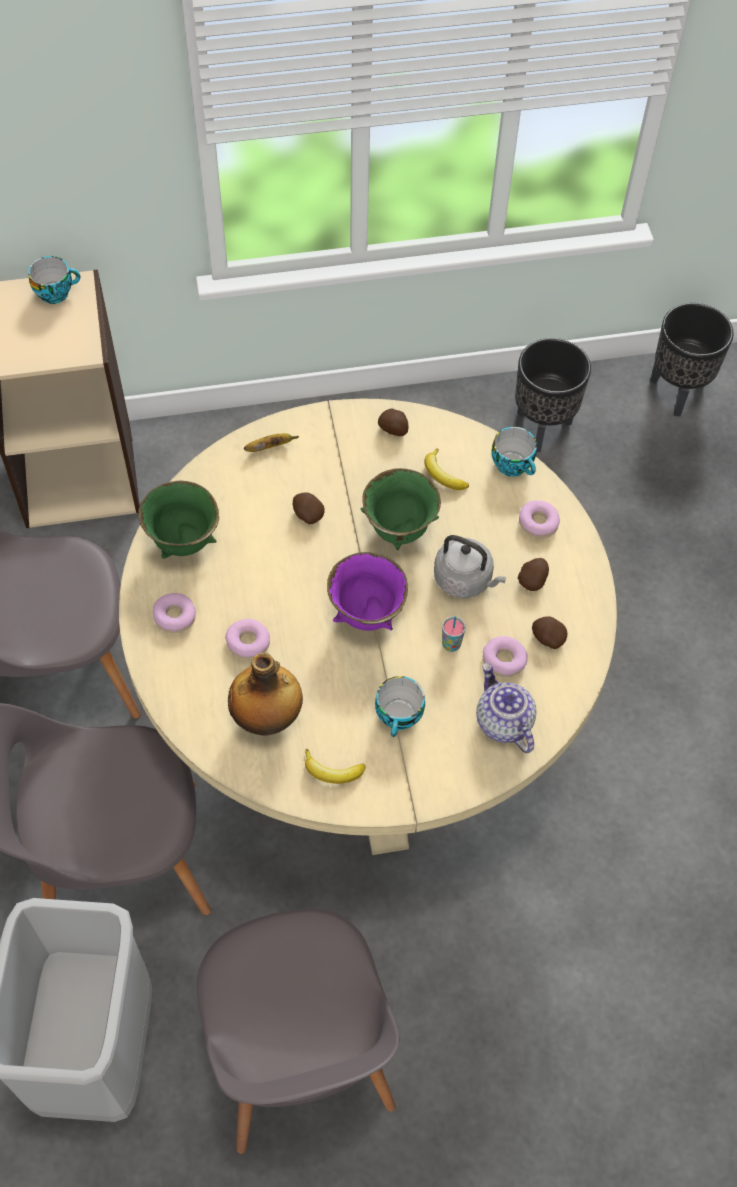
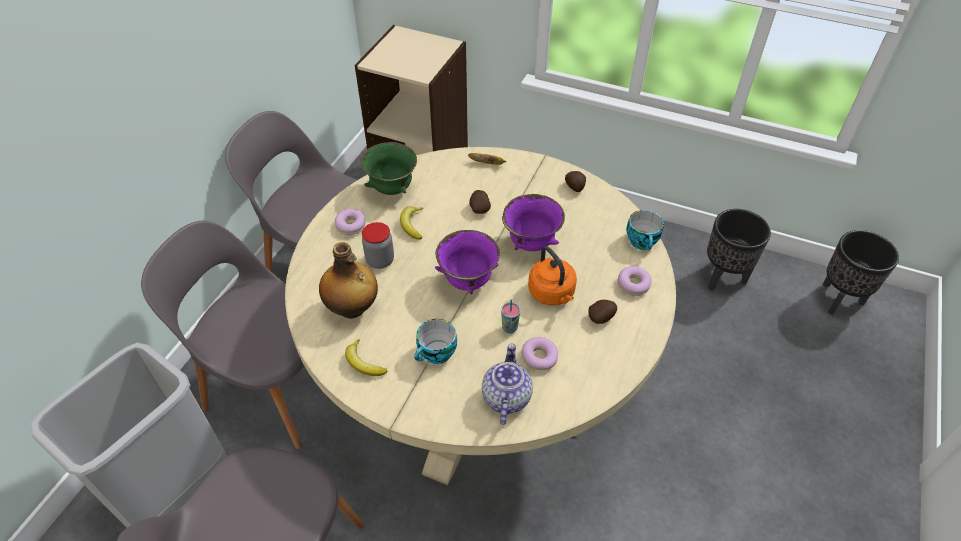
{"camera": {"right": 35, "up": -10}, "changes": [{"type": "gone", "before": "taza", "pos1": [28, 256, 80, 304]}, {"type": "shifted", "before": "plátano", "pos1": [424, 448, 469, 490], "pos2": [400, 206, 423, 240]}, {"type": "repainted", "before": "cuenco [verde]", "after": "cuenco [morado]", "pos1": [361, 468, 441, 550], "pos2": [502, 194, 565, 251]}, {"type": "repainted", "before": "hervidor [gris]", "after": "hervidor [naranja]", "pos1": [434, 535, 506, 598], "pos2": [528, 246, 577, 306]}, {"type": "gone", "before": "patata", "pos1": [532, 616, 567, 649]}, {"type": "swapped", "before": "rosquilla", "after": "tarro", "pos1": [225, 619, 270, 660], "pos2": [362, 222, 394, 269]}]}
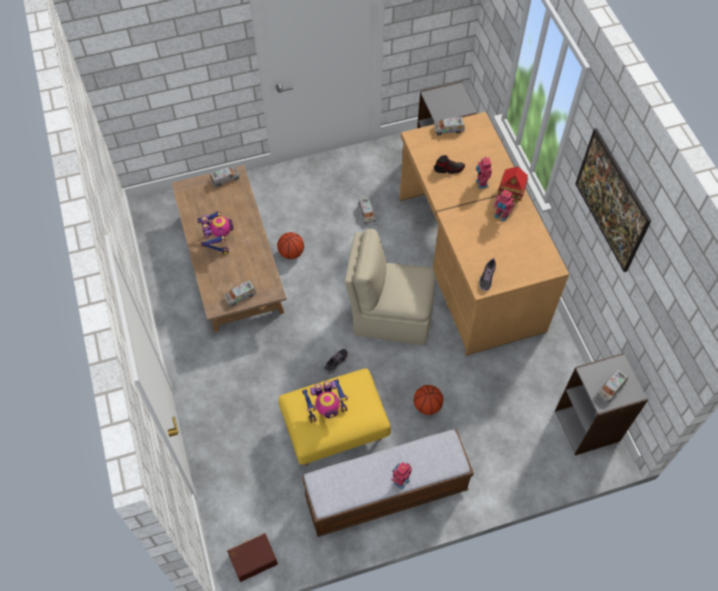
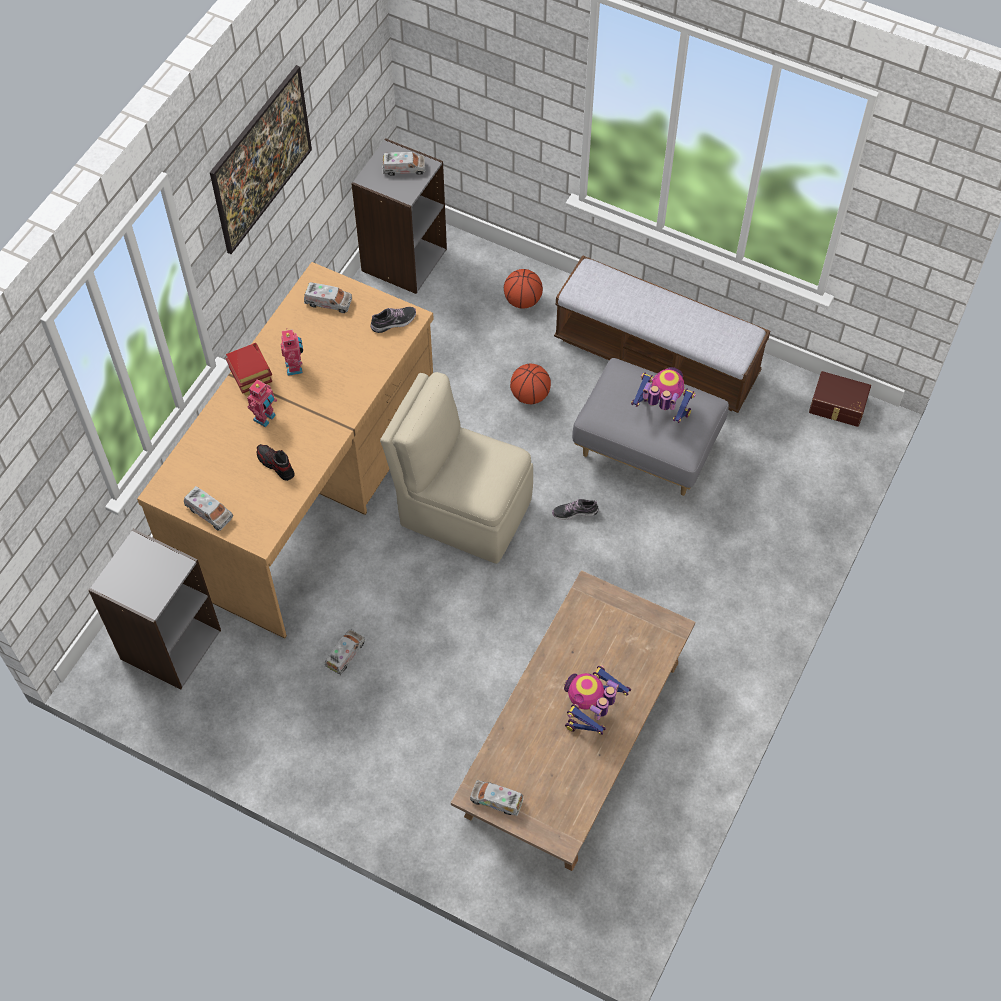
{"camera": {"right": -135, "up": 0}, "changes": [{"type": "rotated", "before": "silla [beis]", "pos1": [344, 229, 435, 345], "pos2": [380, 372, 533, 564], "turn": 150}, {"type": "shifted", "before": "balón de baloncesto", "pos1": [277, 232, 304, 259], "pos2": [504, 269, 543, 309]}, {"type": "shifted", "before": "camión de juguete", "pos1": [225, 280, 257, 306], "pos2": [304, 282, 352, 313]}, {"type": "repainted", "before": "puf [amarillo]", "after": "puf [gris]", "pos1": [279, 368, 391, 466], "pos2": [572, 358, 729, 496]}, {"type": "gone", "before": "robot de juguete", "pos1": [391, 462, 412, 490]}]}
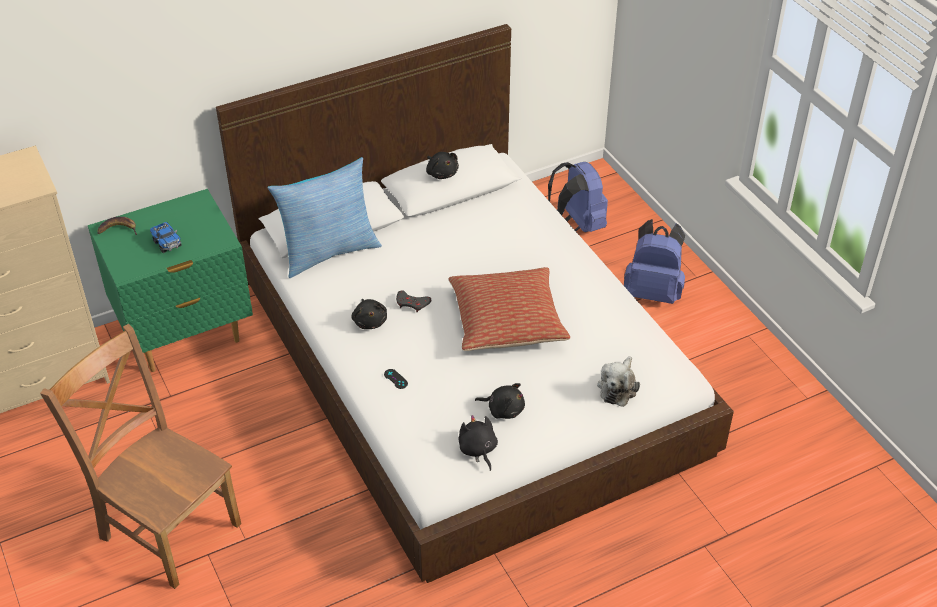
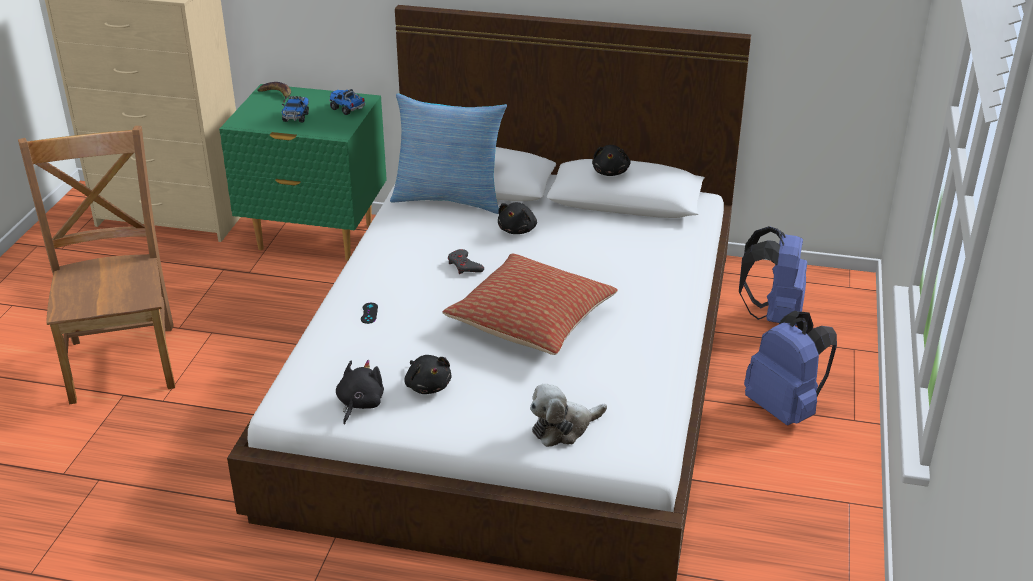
{"camera": {"right": 40, "up": -10}, "changes": [{"type": "shifted", "before": "peluche [negro]", "pos1": [352, 299, 387, 329], "pos2": [498, 202, 537, 234]}, {"type": "new", "after": "camión de juguete", "pos2": [329, 89, 365, 115]}]}
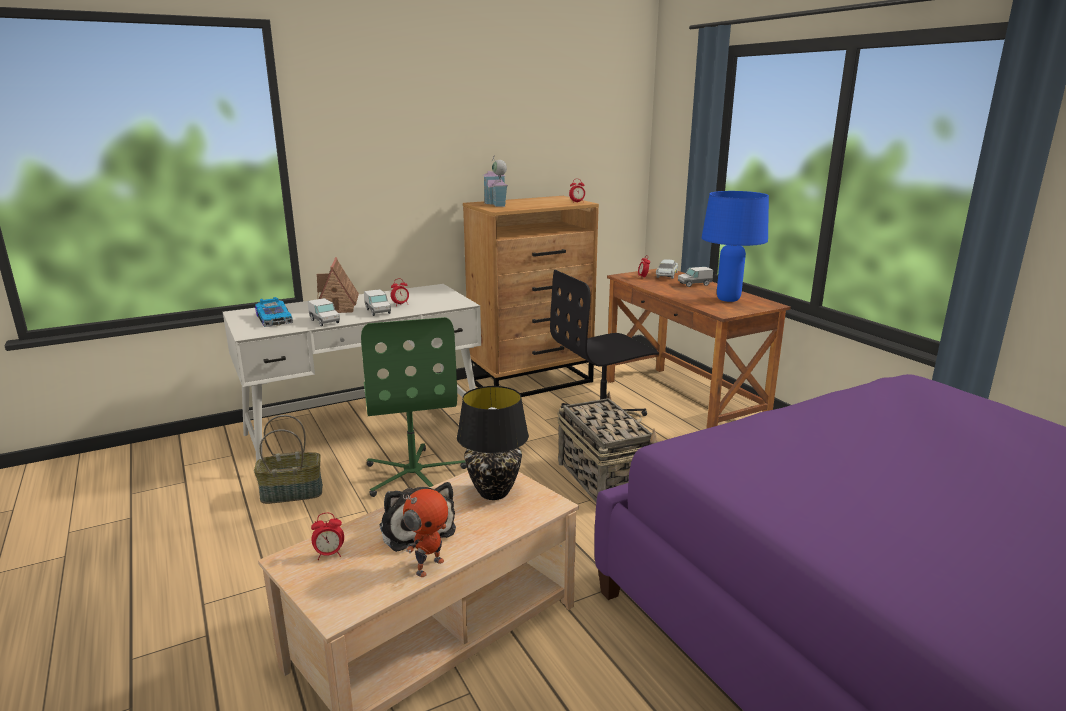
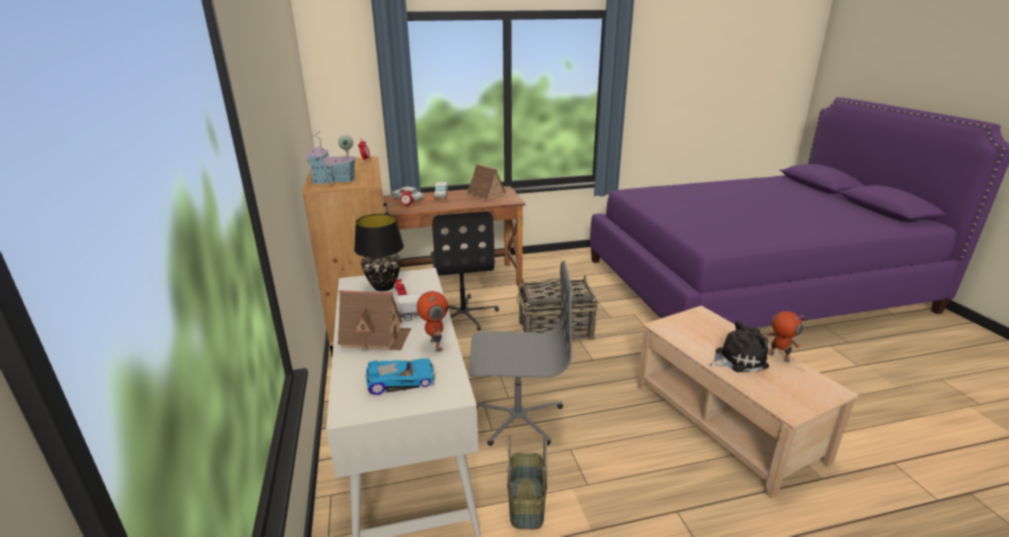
{"camera": {"right": -75, "up": 5}, "changes": [{"type": "swapped", "before": "lámpara de mesa [azul]", "after": "casita", "pos1": [702, 191, 769, 302], "pos2": [466, 164, 506, 201]}, {"type": "swapped", "before": "camión de juguete", "after": "robot de juguete", "pos1": [308, 298, 340, 326], "pos2": [417, 291, 448, 352]}, {"type": "repainted", "before": "silla de oficina [verde]", "after": "silla de oficina [gris]", "pos1": [361, 317, 467, 497], "pos2": [469, 261, 573, 446]}, {"type": "shifted", "before": "lámpara de mesa [negro]", "pos1": [457, 386, 529, 500], "pos2": [354, 214, 404, 291]}, {"type": "gone", "before": "despertador", "pos1": [311, 513, 344, 560]}]}
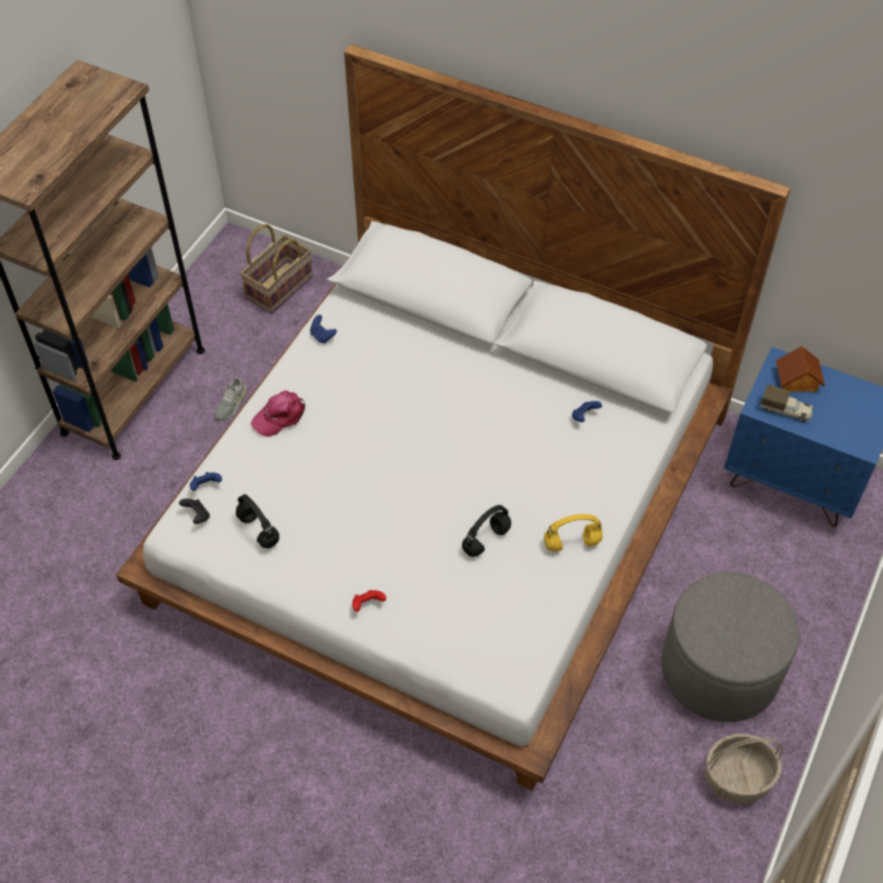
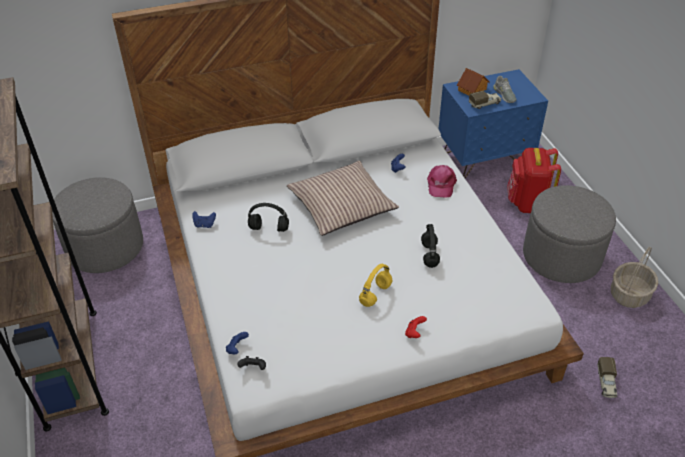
{"camera": {"right": -45, "up": -10}, "changes": [{"type": "swapped", "before": "cesta", "after": "puf [gris]", "pos1": [240, 224, 313, 314], "pos2": [52, 177, 143, 273]}, {"type": "shifted", "before": "zapato [gris]", "pos1": [214, 377, 247, 421], "pos2": [493, 76, 517, 103]}, {"type": "shifted", "before": "gorra [rosa]", "pos1": [251, 390, 305, 437], "pos2": [427, 165, 457, 198]}, {"type": "shifted", "before": "auriculares [negro]", "pos1": [236, 494, 279, 548], "pos2": [248, 203, 289, 232]}, {"type": "shifted", "before": "auriculares [amarillo]", "pos1": [544, 514, 603, 551], "pos2": [359, 264, 392, 307]}, {"type": "new", "after": "mochila [rojo]", "pos2": [507, 148, 561, 213]}, {"type": "new", "after": "cojín", "pos2": [287, 161, 399, 236]}, {"type": "new", "after": "camión de juguete", "pos2": [597, 357, 617, 398]}]}
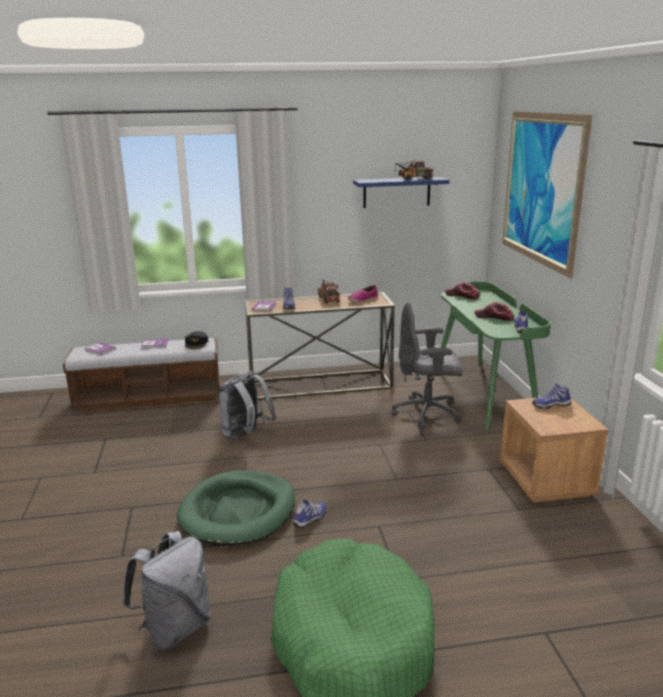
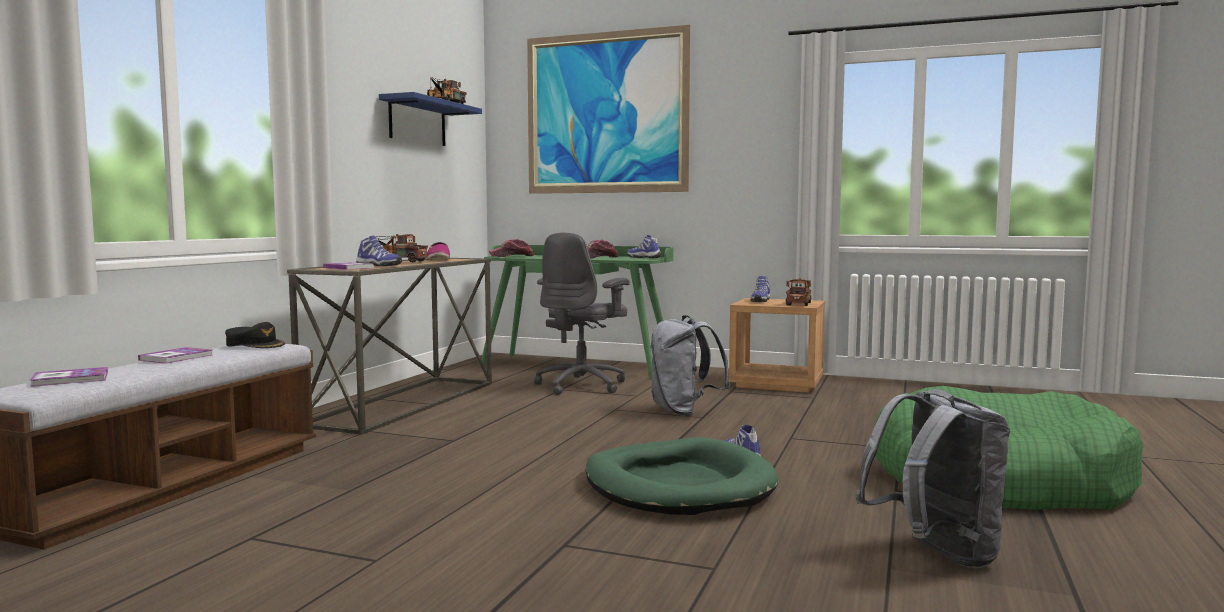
{"camera": {"right": -60, "up": -15}, "changes": [{"type": "shifted", "before": "mochila [gris]", "pos1": [219, 371, 276, 439], "pos2": [650, 315, 730, 416]}, {"type": "new", "after": "camión de juguete", "pos2": [786, 278, 811, 306]}]}
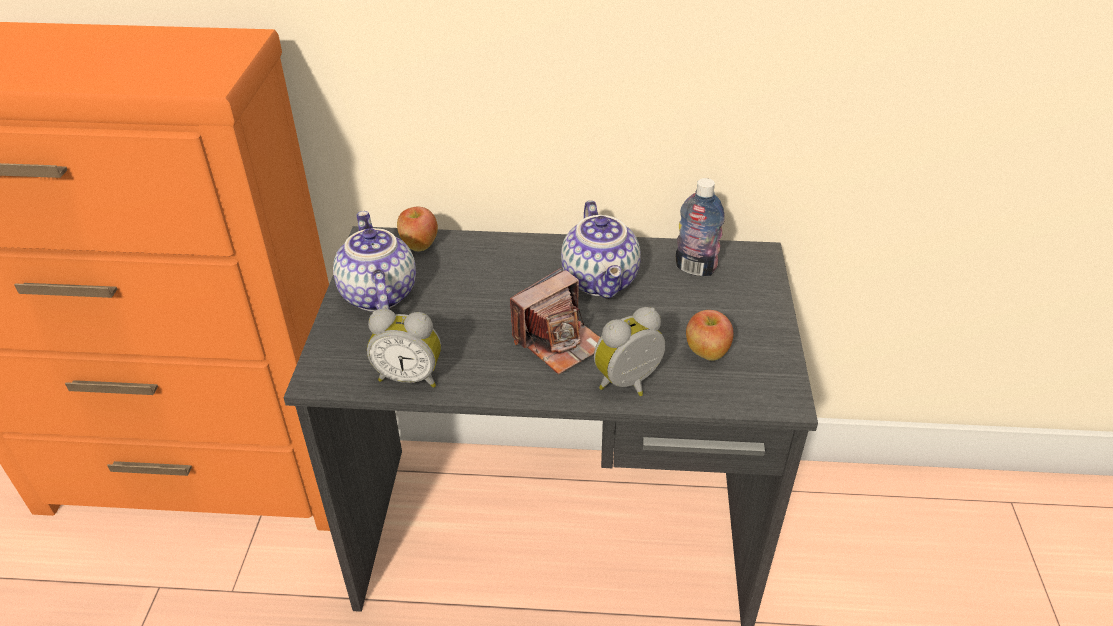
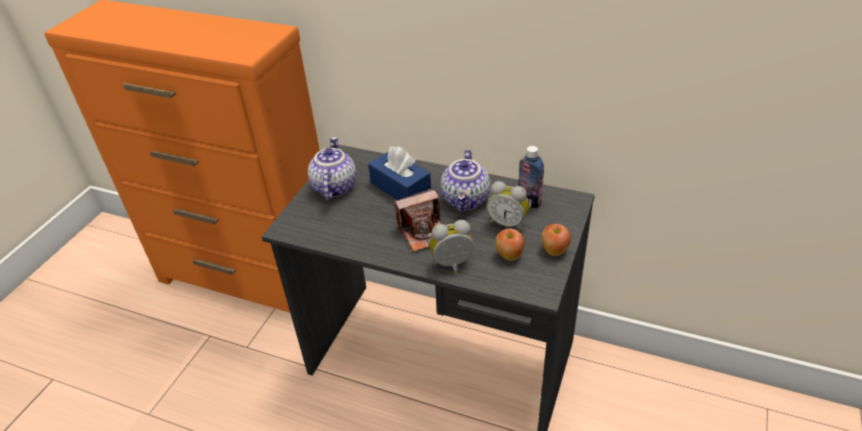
{"camera": {"right": 20, "up": 0}, "changes": [{"type": "shifted", "before": "manzana", "pos1": [397, 207, 438, 251], "pos2": [542, 224, 571, 256]}, {"type": "shifted", "before": "despertador", "pos1": [367, 308, 441, 388], "pos2": [487, 181, 529, 232]}, {"type": "new", "after": "caja de pañuelos [azul]", "pos2": [368, 146, 431, 200]}]}
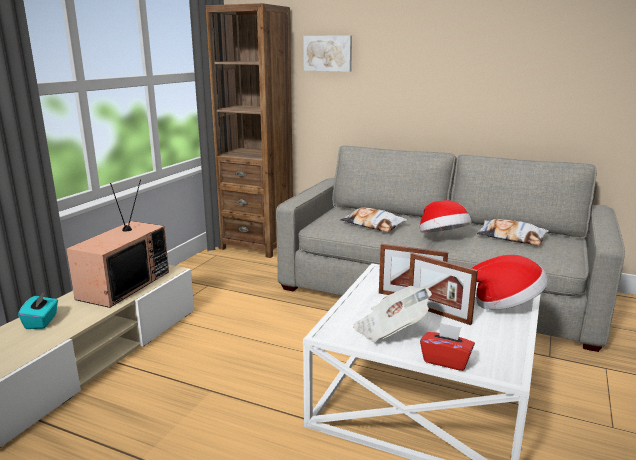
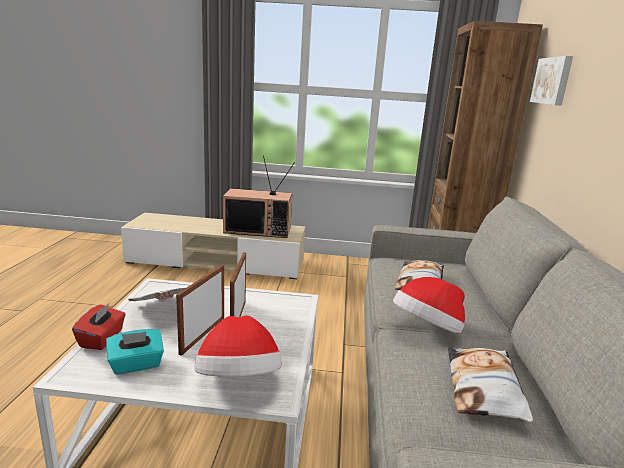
{"camera": {"right": 70, "up": 0}, "changes": [{"type": "shifted", "before": "caja de pañuelos [turquesa]", "pos1": [18, 292, 58, 329], "pos2": [106, 329, 164, 375]}]}
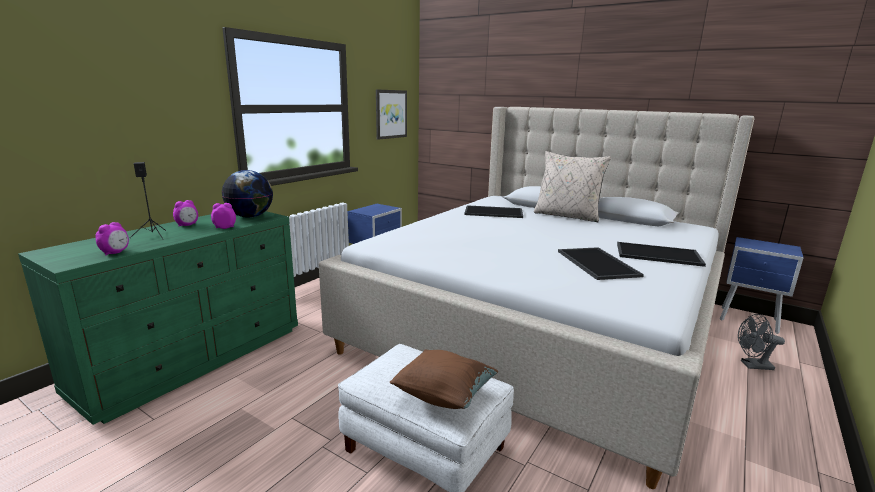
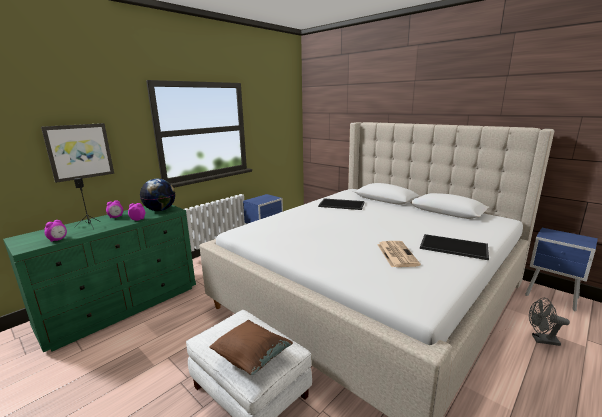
{"camera": {"right": 10, "up": 0}, "changes": [{"type": "shifted", "before": "cuadro", "pos1": [376, 89, 407, 140], "pos2": [41, 123, 114, 183]}, {"type": "gone", "before": "cojín [beis]", "pos1": [534, 151, 611, 222]}, {"type": "swapped", "before": "bandeja", "after": "periódico", "pos1": [558, 247, 644, 280], "pos2": [377, 241, 421, 267]}]}
